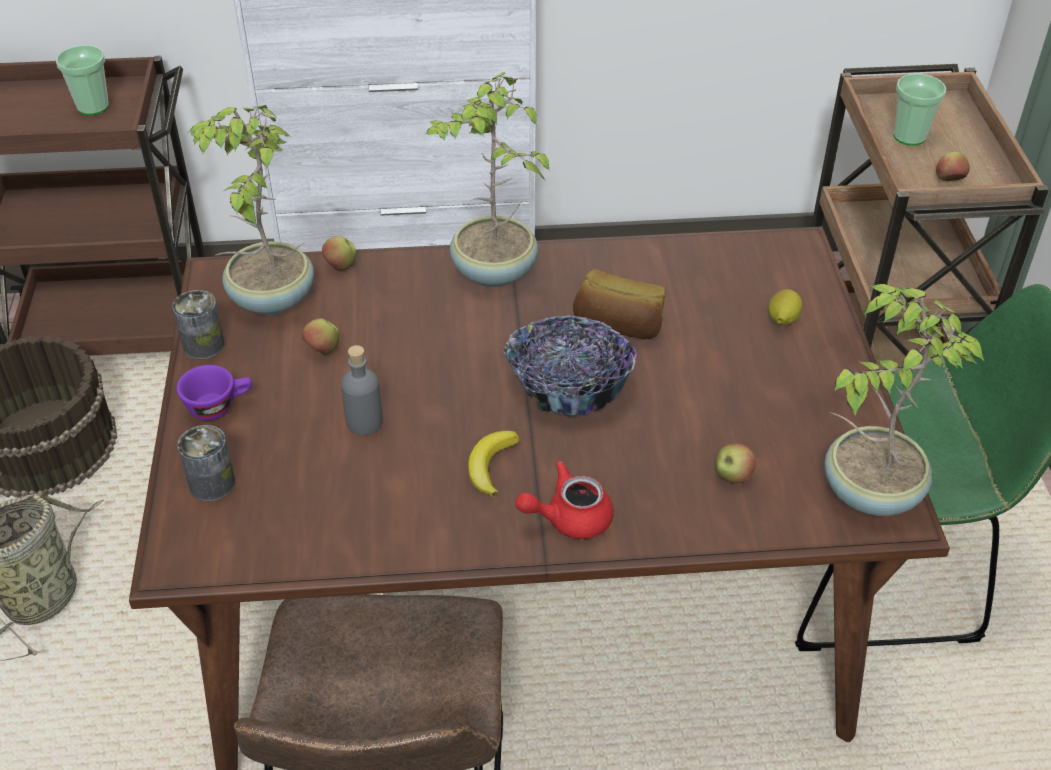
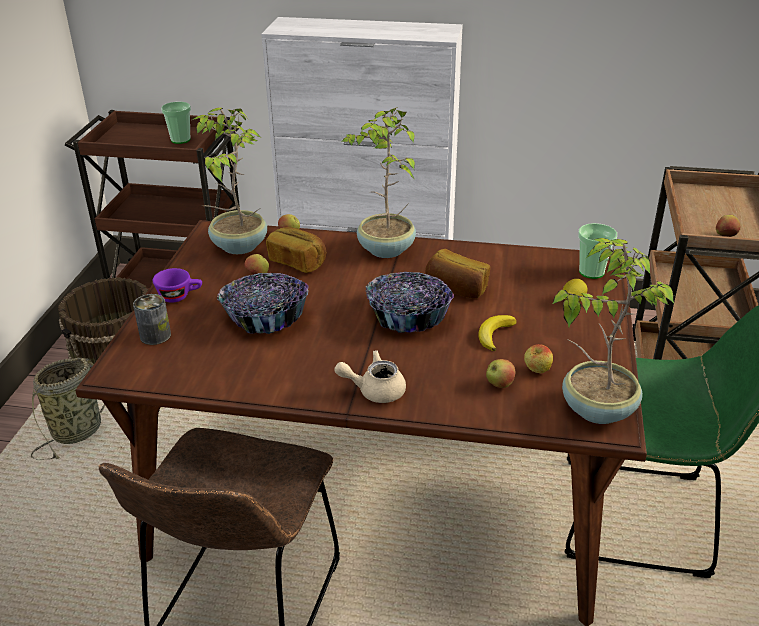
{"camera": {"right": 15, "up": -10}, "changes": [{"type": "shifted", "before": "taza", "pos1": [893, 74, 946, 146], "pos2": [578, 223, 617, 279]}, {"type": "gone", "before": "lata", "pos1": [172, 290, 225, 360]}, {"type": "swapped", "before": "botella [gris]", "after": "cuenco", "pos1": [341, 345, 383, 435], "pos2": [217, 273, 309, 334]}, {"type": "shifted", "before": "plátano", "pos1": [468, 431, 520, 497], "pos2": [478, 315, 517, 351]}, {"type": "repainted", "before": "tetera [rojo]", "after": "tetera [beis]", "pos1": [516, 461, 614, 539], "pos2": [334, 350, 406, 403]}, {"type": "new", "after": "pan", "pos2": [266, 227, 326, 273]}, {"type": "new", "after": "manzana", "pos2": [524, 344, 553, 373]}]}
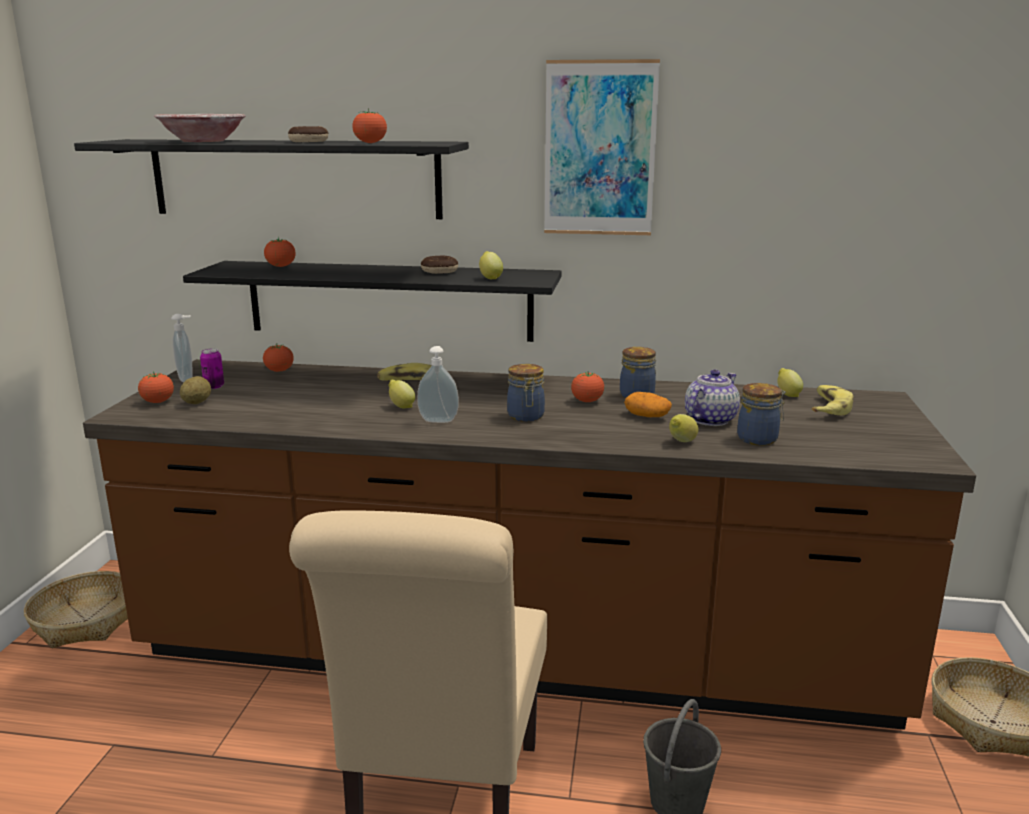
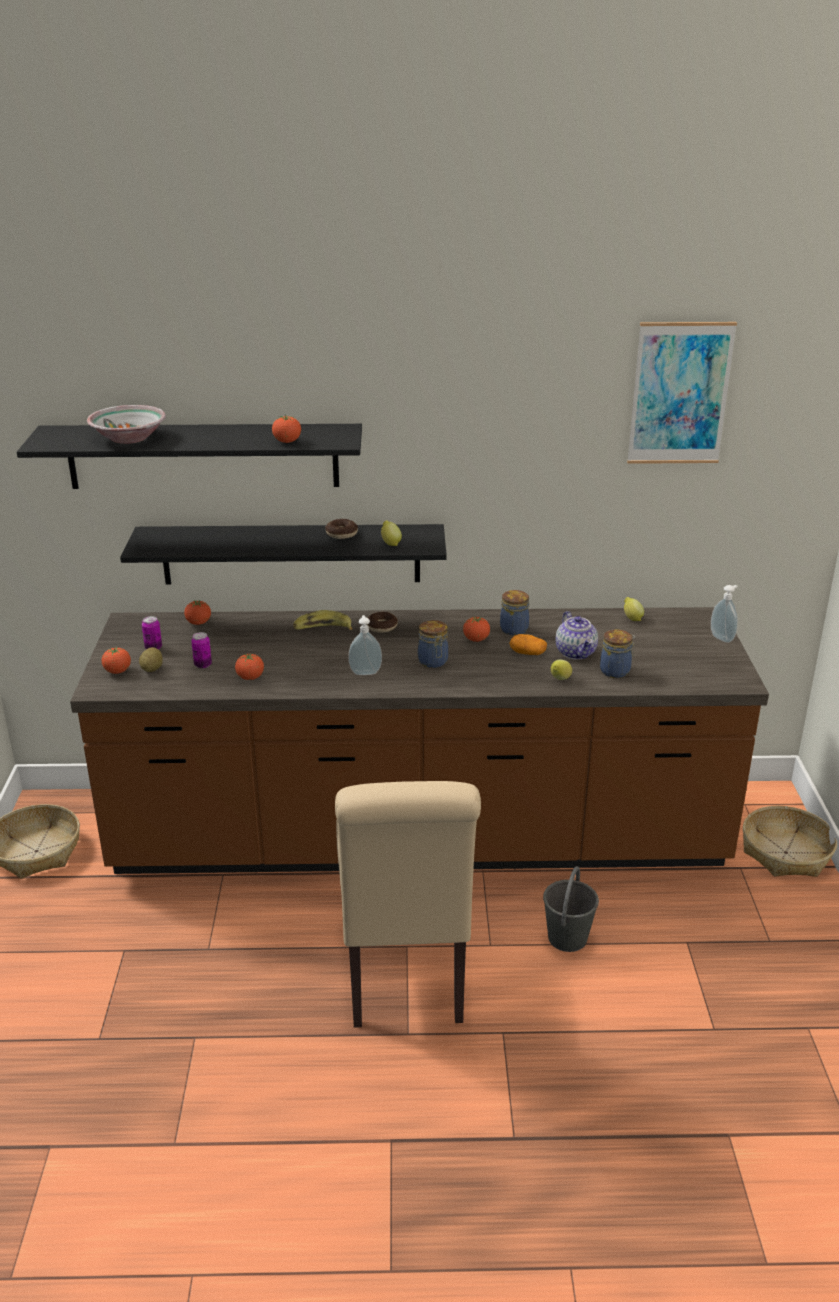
{"camera": {"right": -10, "up": 10}, "changes": [{"type": "shifted", "before": "cuadro", "pos1": [544, 59, 660, 235], "pos2": [627, 322, 737, 464]}, {"type": "shifted", "before": "rosquilla", "pos1": [288, 126, 328, 142], "pos2": [366, 612, 398, 633]}, {"type": "shifted", "before": "tomate", "pos1": [264, 237, 296, 267], "pos2": [235, 653, 264, 680]}, {"type": "shifted", "before": "dispensador de jabón", "pos1": [171, 314, 193, 382], "pos2": [711, 585, 738, 643]}, {"type": "rotated", "before": "tetera", "pos1": [685, 369, 740, 426], "pos2": [556, 611, 598, 660], "turn": 135}, {"type": "gone", "before": "limón", "pos1": [388, 380, 415, 409]}, {"type": "gone", "before": "plátano", "pos1": [811, 385, 854, 415]}, {"type": "new", "after": "lata", "pos2": [191, 632, 212, 668]}]}
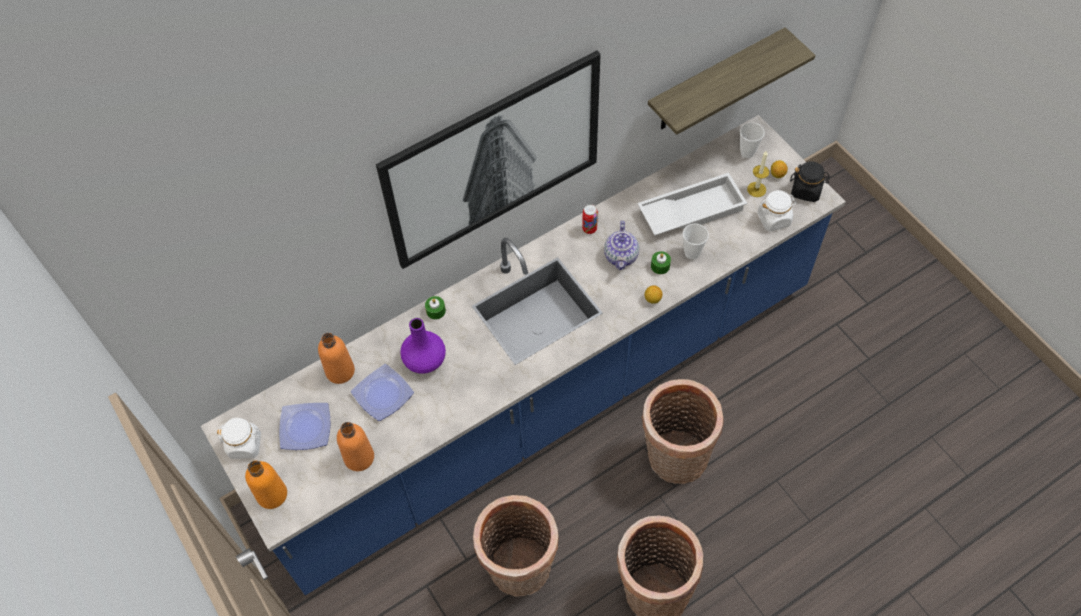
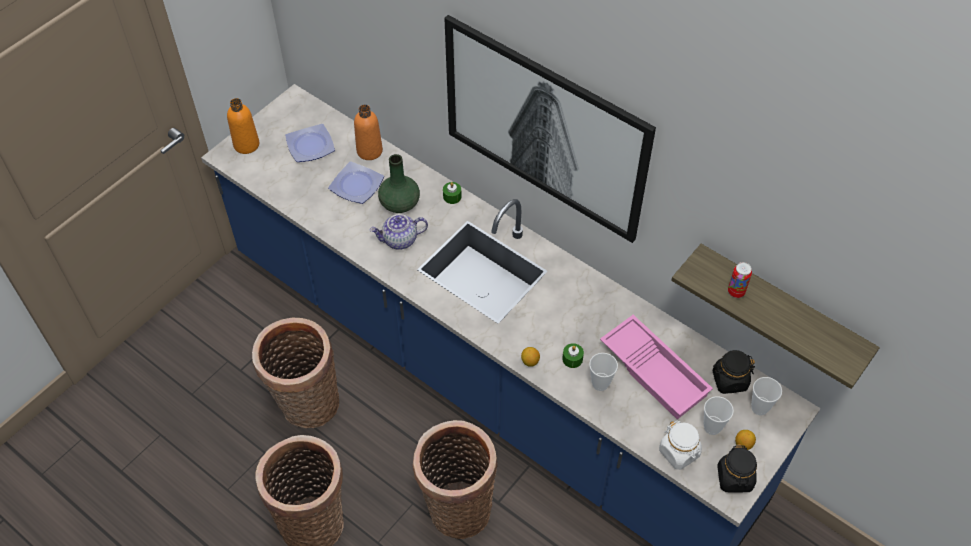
{"camera": {"right": 70, "up": -5}, "changes": [{"type": "swapped", "before": "vela", "after": "taza", "pos1": [747, 151, 769, 197], "pos2": [704, 396, 734, 435]}, {"type": "repainted", "before": "bandeja [blanco]", "after": "bandeja [rosa]", "pos1": [637, 172, 747, 236], "pos2": [600, 315, 713, 419]}, {"type": "shifted", "before": "lata", "pos1": [582, 204, 598, 234], "pos2": [728, 262, 752, 298]}, {"type": "shifted", "before": "tetera", "pos1": [604, 221, 639, 270], "pos2": [369, 214, 428, 250]}, {"type": "repainted", "before": "florero [morado]", "after": "florero [verde]", "pos1": [400, 318, 446, 374], "pos2": [378, 154, 420, 213]}, {"type": "gone", "before": "tarro [blanco]", "pos1": [217, 418, 261, 459]}, {"type": "gone", "before": "botella [naranja]", "pos1": [337, 422, 374, 471]}, {"type": "new", "after": "tarro [negro]", "pos2": [712, 350, 755, 394]}]}
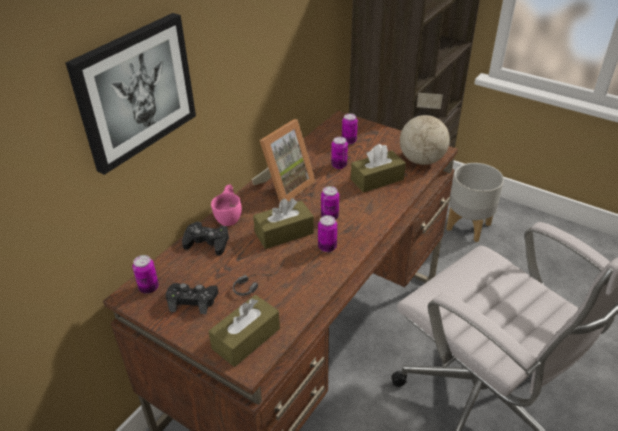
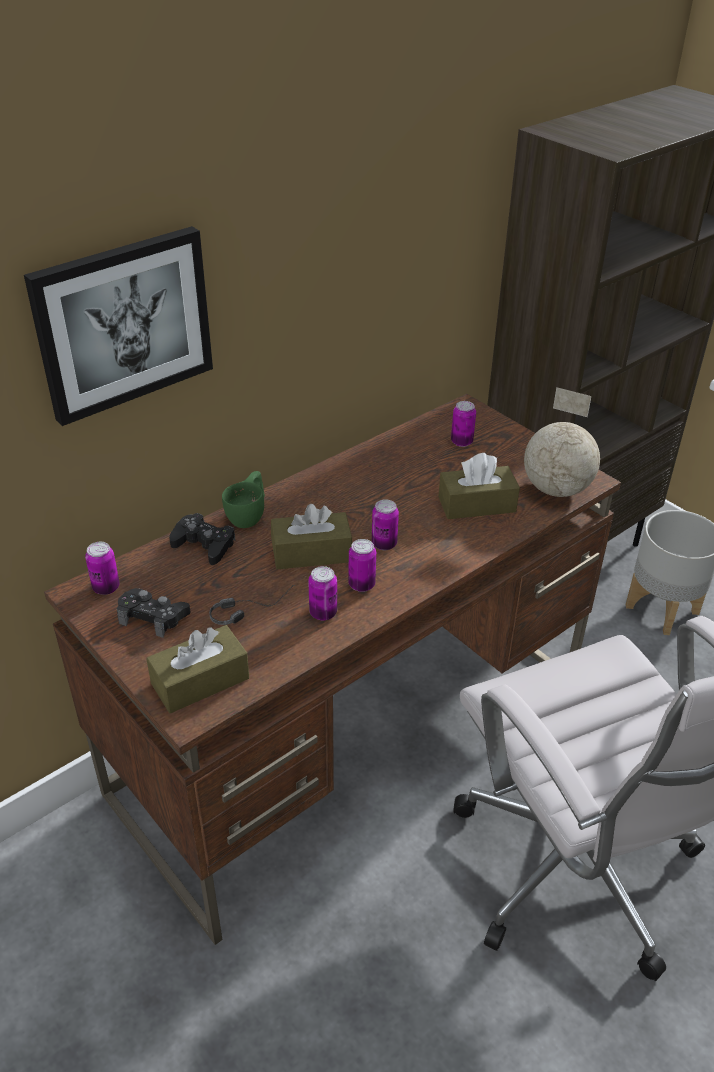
{"camera": {"right": 15, "up": 0}, "changes": [{"type": "gone", "before": "portarretratos", "pos1": [252, 119, 316, 202]}, {"type": "shifted", "before": "lata", "pos1": [331, 137, 348, 169], "pos2": [308, 566, 337, 620]}, {"type": "repainted", "before": "taza [rosa]", "after": "taza [verde]", "pos1": [211, 184, 242, 226], "pos2": [222, 471, 265, 528]}]}
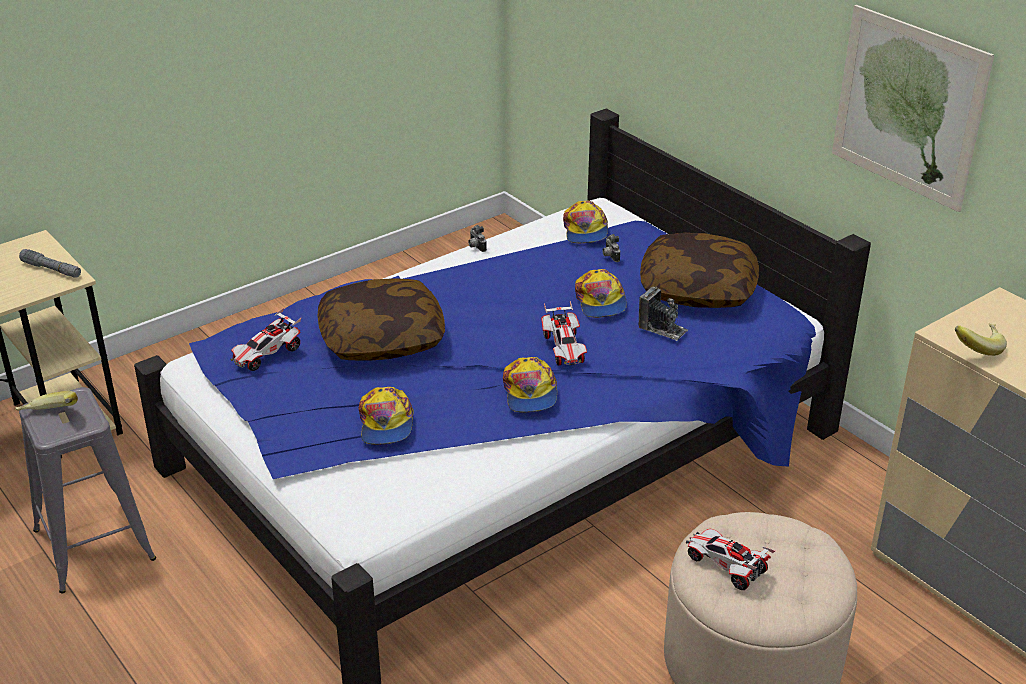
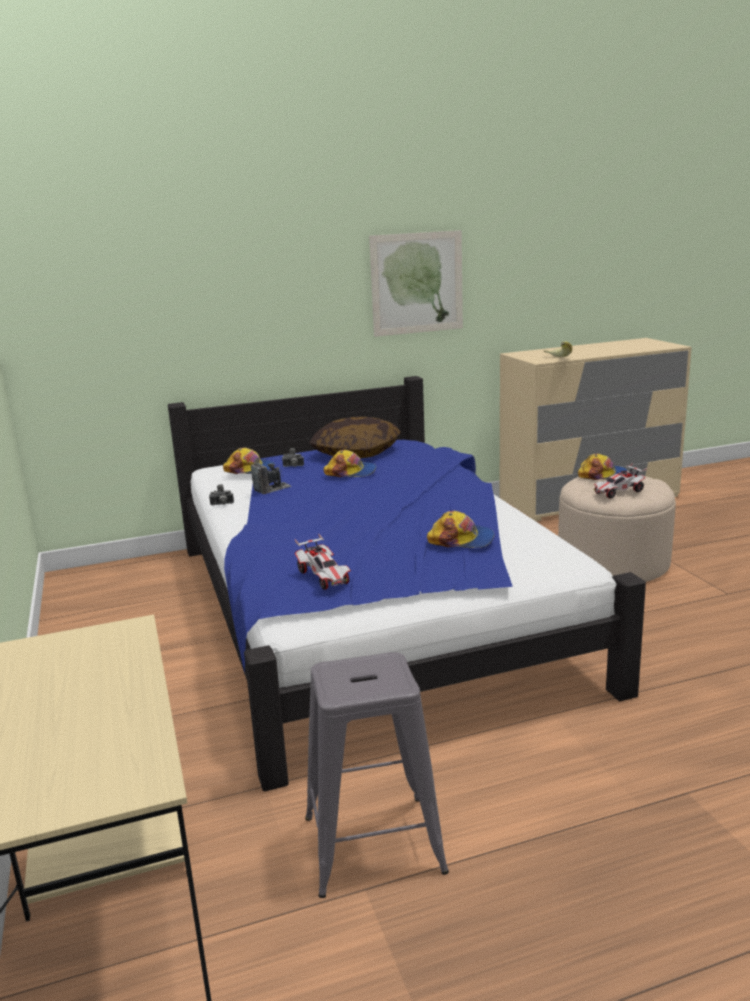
{"camera": {"right": -70, "up": -15}, "changes": [{"type": "gone", "before": "linterna [gris]", "pos1": [19, 249, 81, 278]}, {"type": "gone", "before": "cojín", "pos1": [318, 278, 445, 361]}, {"type": "shifted", "before": "cámara", "pos1": [639, 287, 688, 341], "pos2": [251, 463, 292, 494]}, {"type": "gone", "before": "coche de juguete", "pos1": [541, 301, 587, 366]}, {"type": "shifted", "before": "gorra", "pos1": [503, 357, 557, 413], "pos2": [578, 454, 628, 480]}, {"type": "gone", "before": "plátano", "pos1": [15, 391, 78, 411]}]}
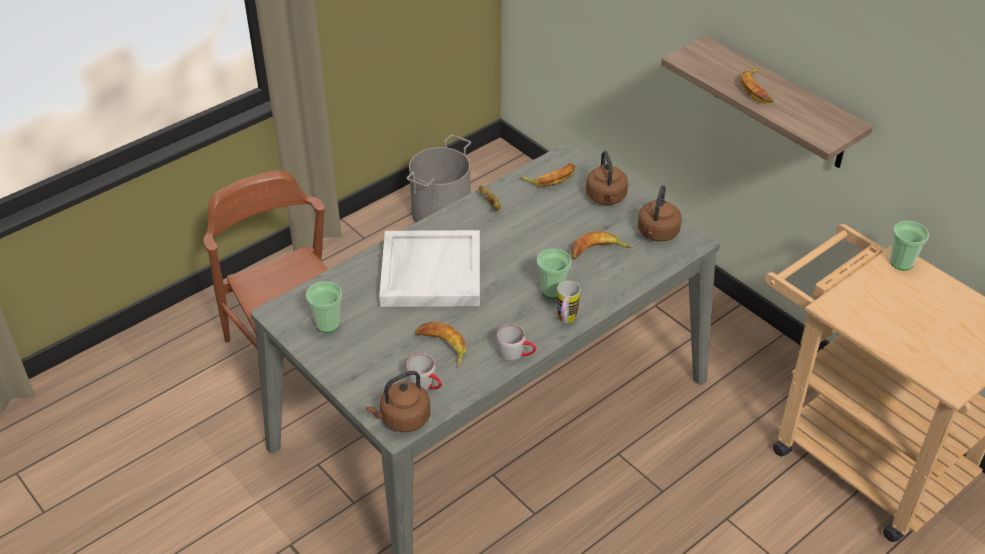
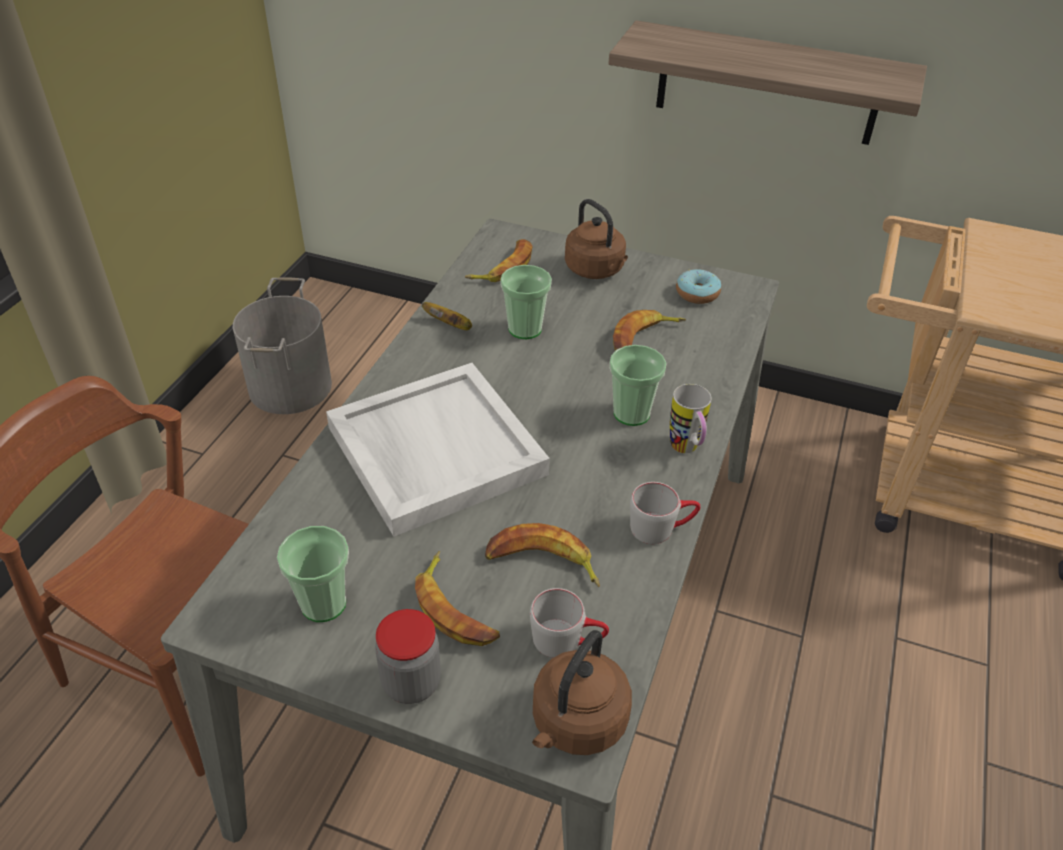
{"camera": {"right": -30, "up": 0}, "changes": [{"type": "shifted", "before": "plátano", "pos1": [741, 67, 773, 104], "pos2": [415, 551, 500, 646]}, {"type": "swapped", "before": "hervidor [marrón]", "after": "rosquilla", "pos1": [638, 185, 682, 242], "pos2": [676, 269, 721, 304]}, {"type": "shifted", "before": "taza", "pos1": [890, 221, 929, 270], "pos2": [500, 265, 552, 339]}, {"type": "new", "after": "tarro", "pos2": [375, 609, 441, 704]}]}
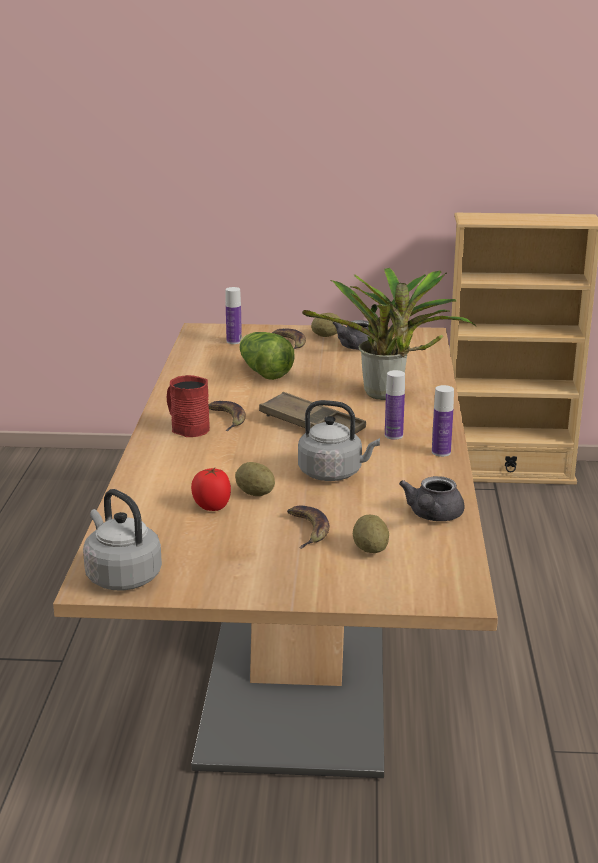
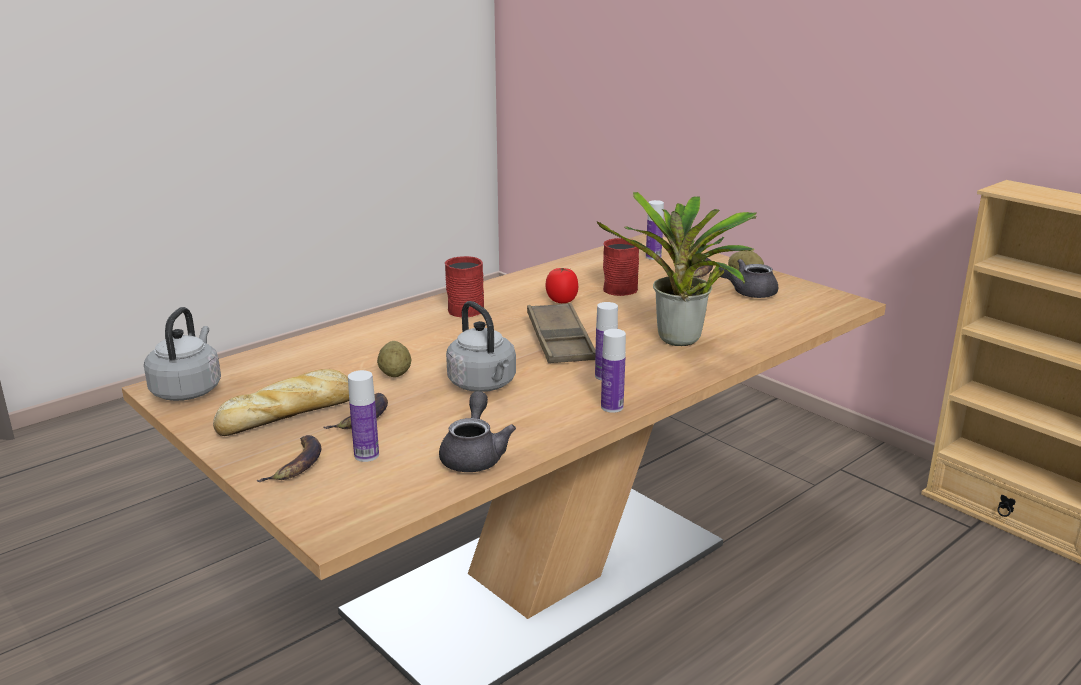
{"camera": {"right": 45, "up": 0}, "changes": [{"type": "swapped", "before": "lechuga", "after": "taza grande [rojo]", "pos1": [239, 332, 295, 380], "pos2": [603, 238, 639, 296]}, {"type": "shifted", "before": "plátano", "pos1": [208, 401, 246, 431], "pos2": [256, 435, 321, 482]}, {"type": "shifted", "before": "tomate", "pos1": [191, 468, 231, 511], "pos2": [545, 268, 578, 303]}, {"type": "rotated", "before": "tetera [gris]", "pos1": [399, 476, 465, 521], "pos2": [439, 391, 516, 472], "turn": 120}, {"type": "swapped", "before": "patata", "after": "botella", "pos1": [353, 515, 389, 553], "pos2": [348, 370, 379, 462]}, {"type": "new", "after": "pan", "pos2": [213, 369, 349, 436]}]}
